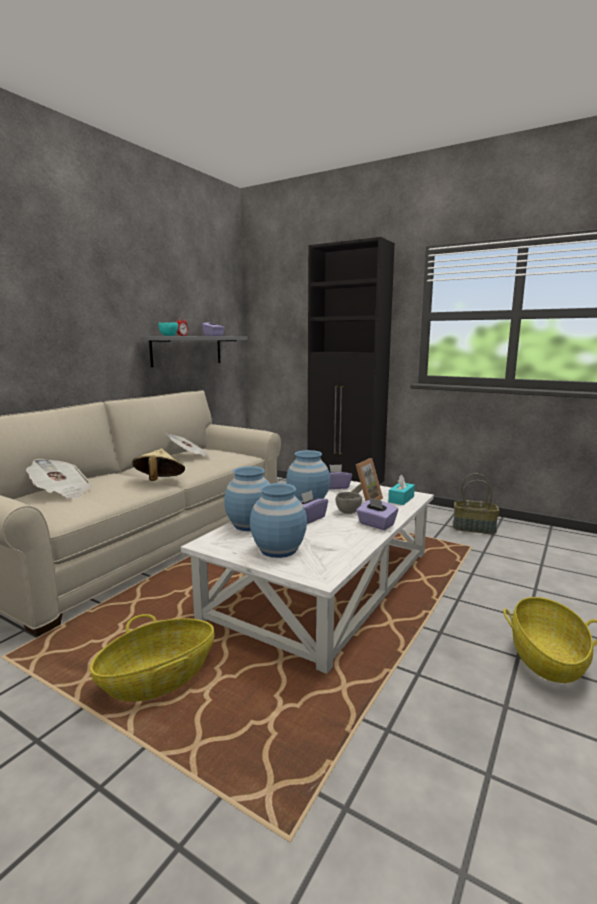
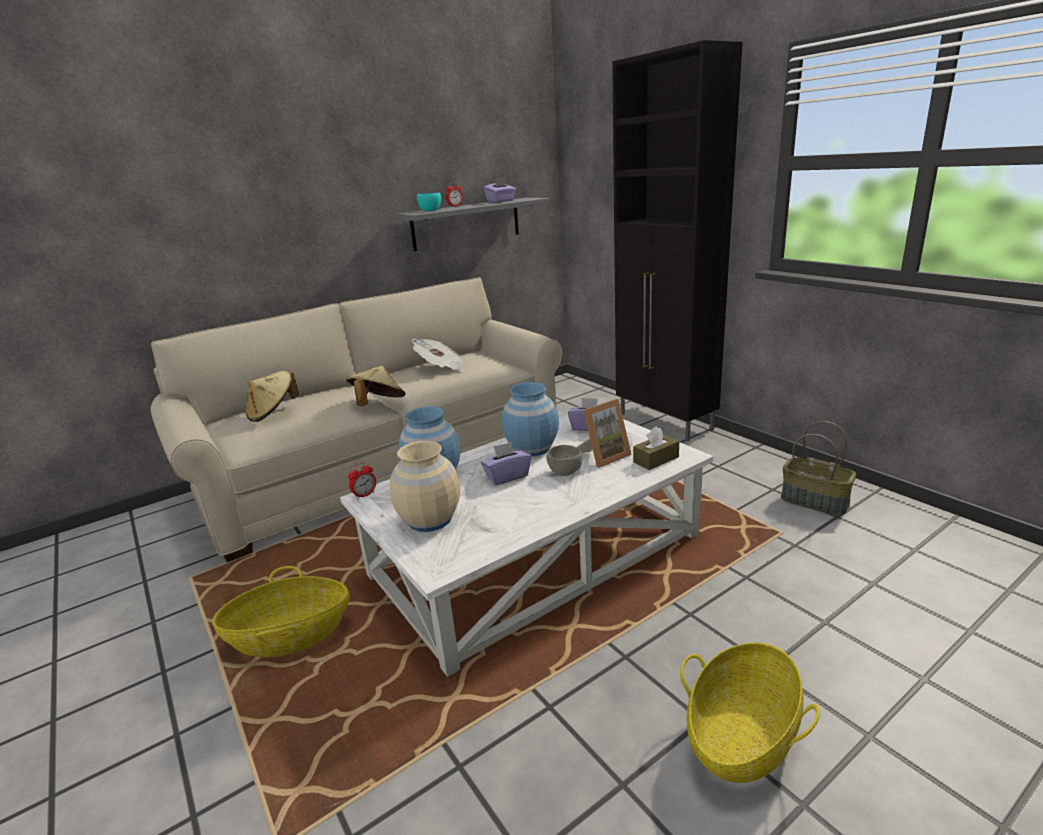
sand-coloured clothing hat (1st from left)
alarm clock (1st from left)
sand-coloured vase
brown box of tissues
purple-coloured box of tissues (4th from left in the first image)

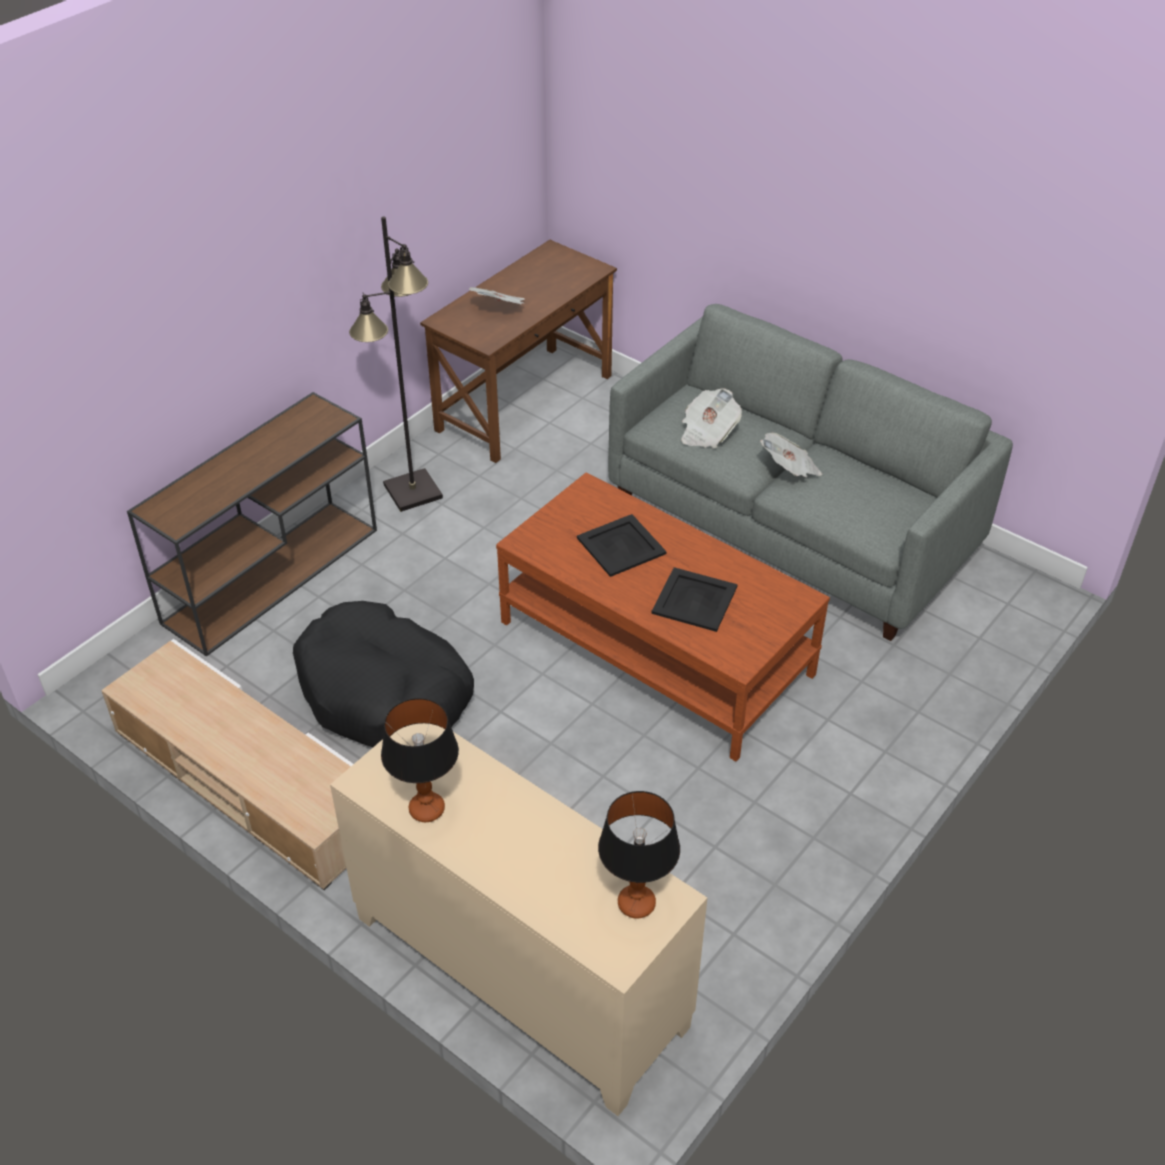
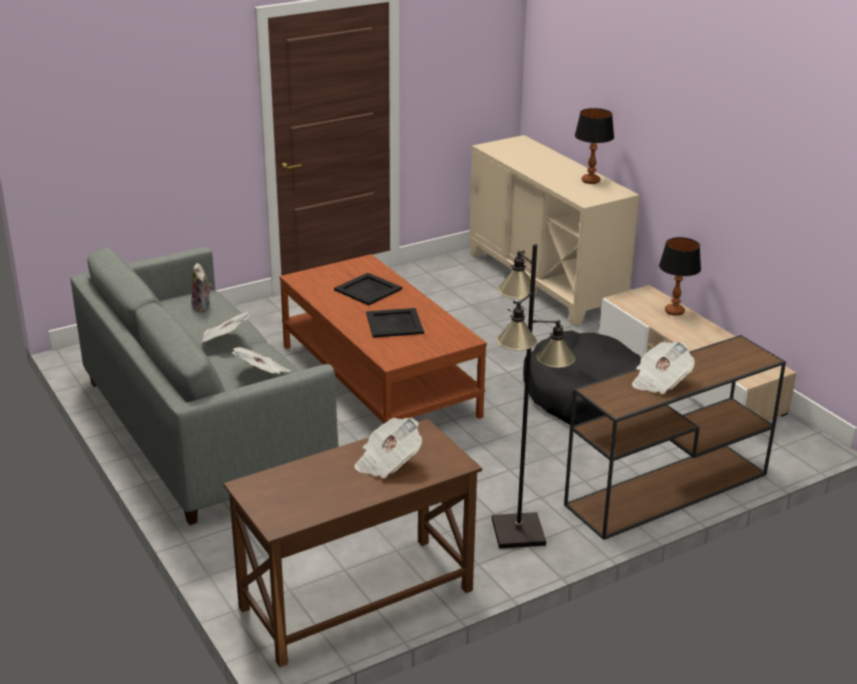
soft toy
daily paper (4th from left)
tabletop lamp (2nd from left)

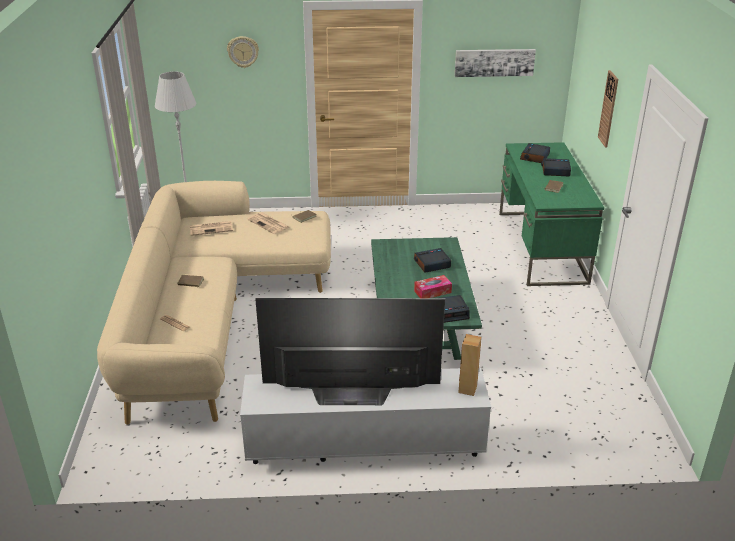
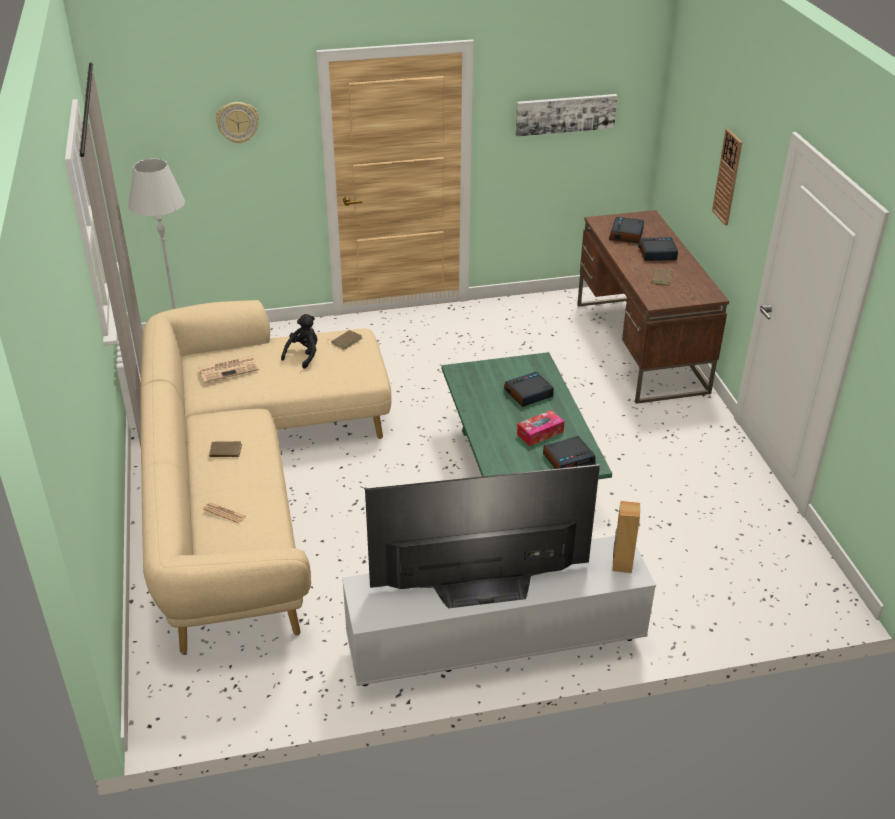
blackish soft toy
brown desk table

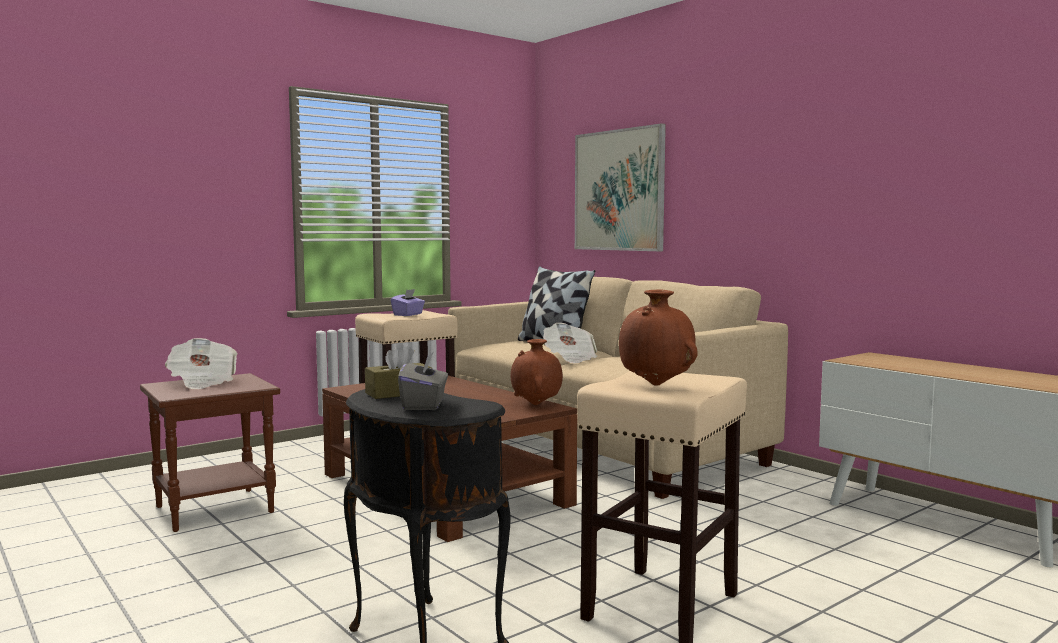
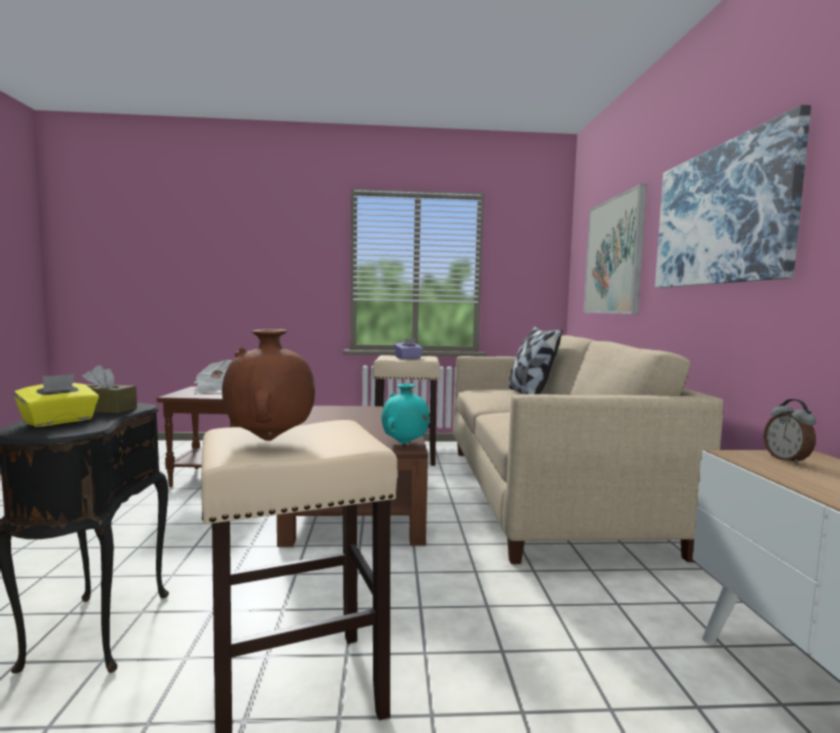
yellowish box of tissues
turquoise-coloured vase
wall art (2nd from left)
alarm clock
daily paper (2nd from left in the first image)

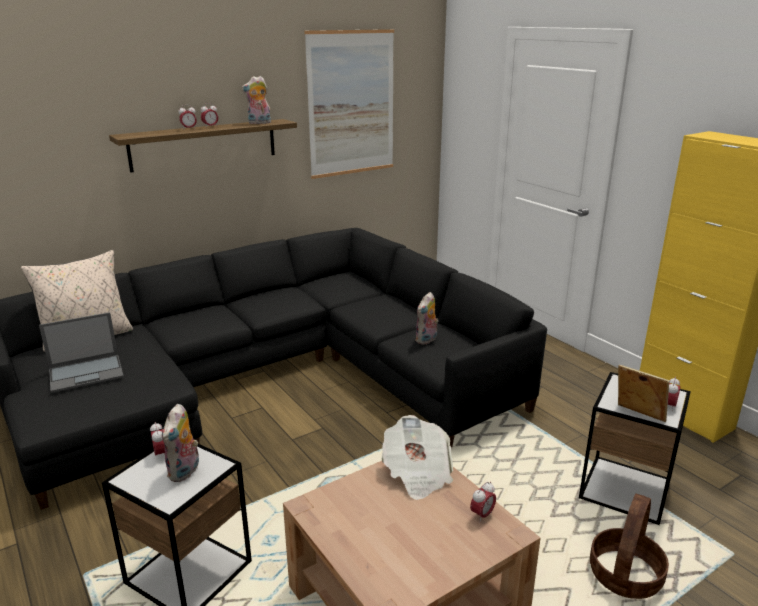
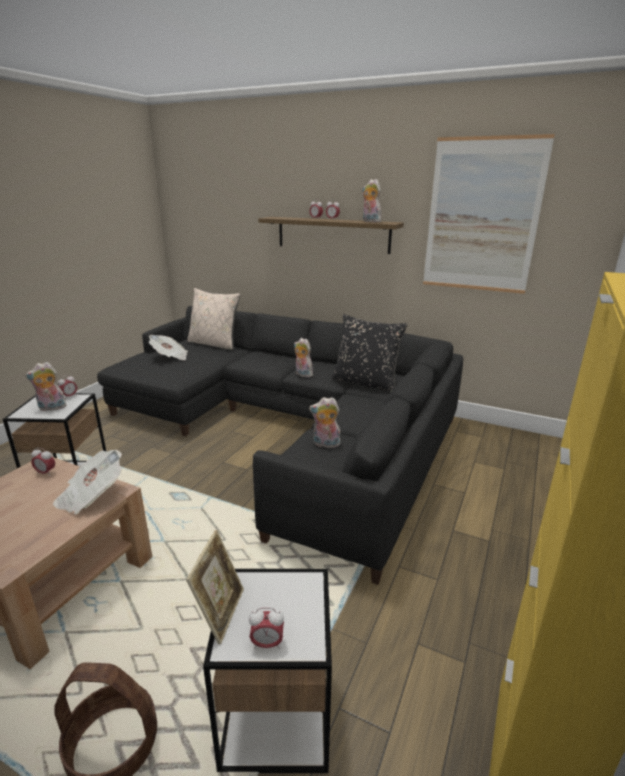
alarm clock (1st from left)
daily paper (2nd from left)
soft toy (2nd from left)
blackish throw pillow

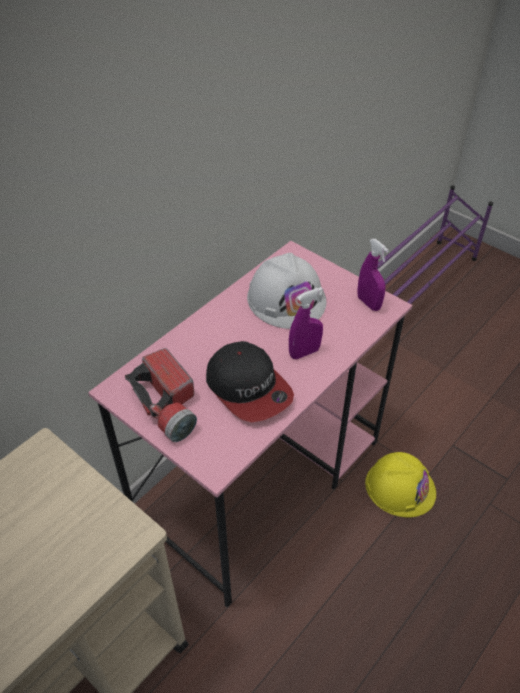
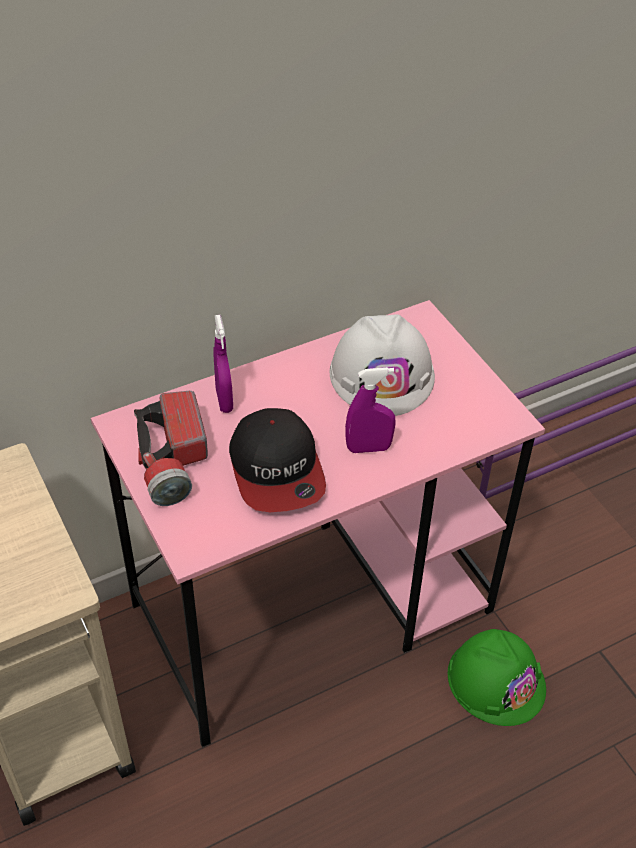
purple-coloured sprayer (1st from left)
green work helmet

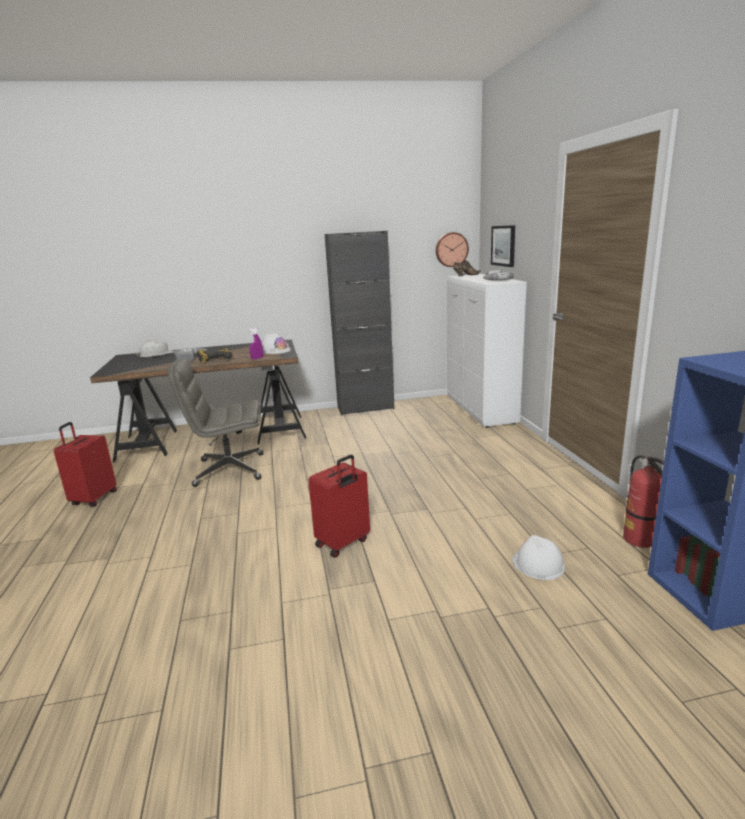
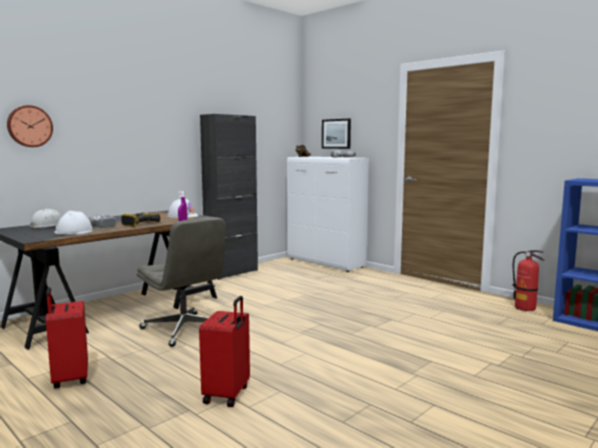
clock on the wall
white work helmet (2nd from left)
greyish desk chair
reddish piece of luggage (2nd from left)

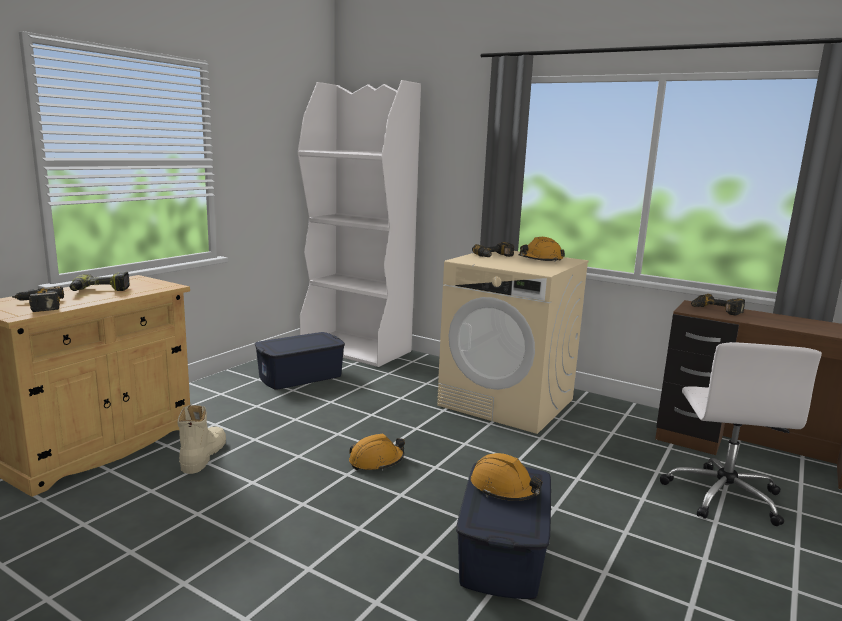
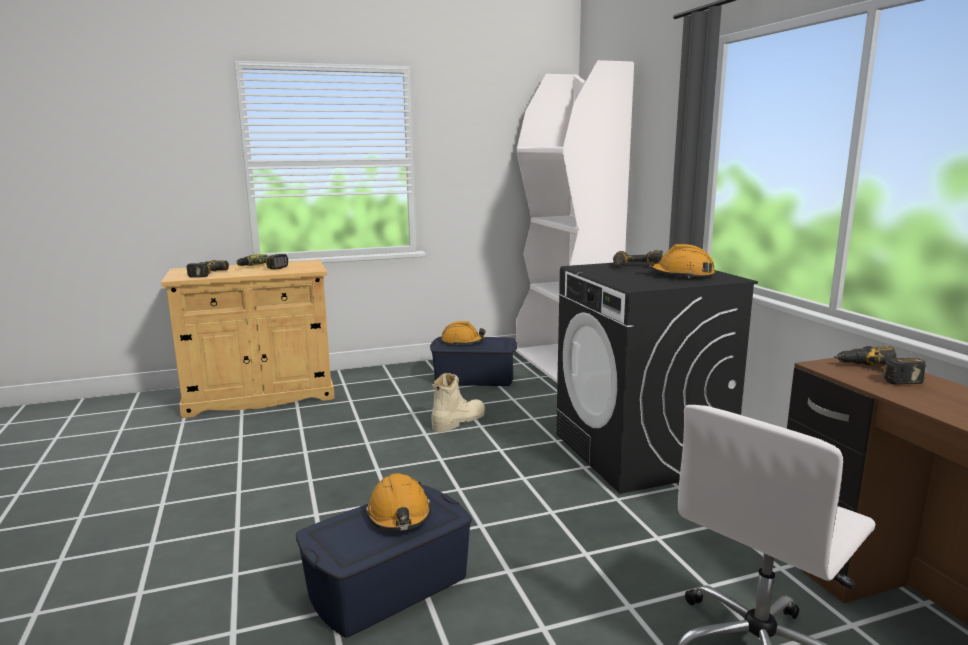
sand-coloured boot
orangey work helmet (2nd from left)
blackish laundry appliance

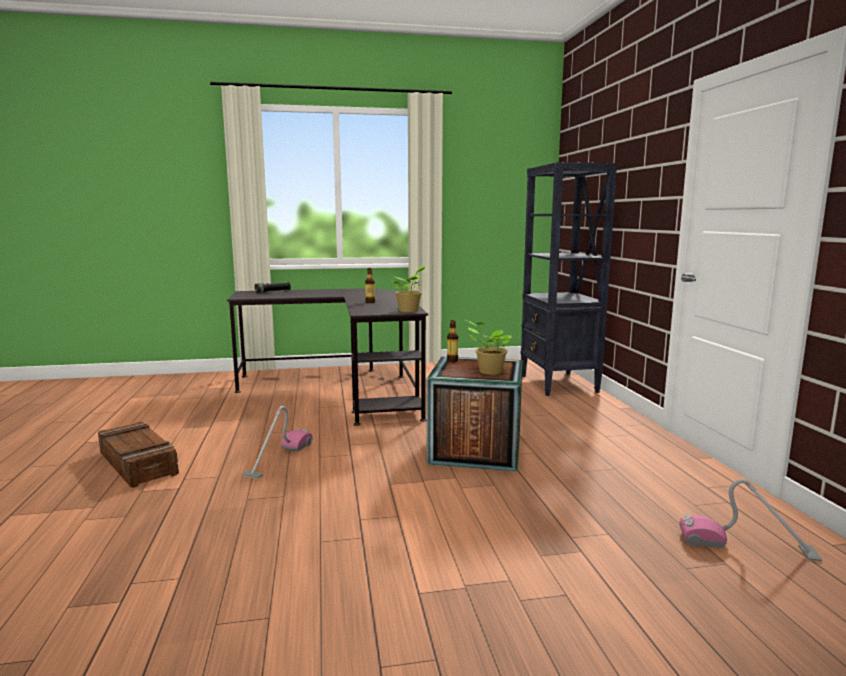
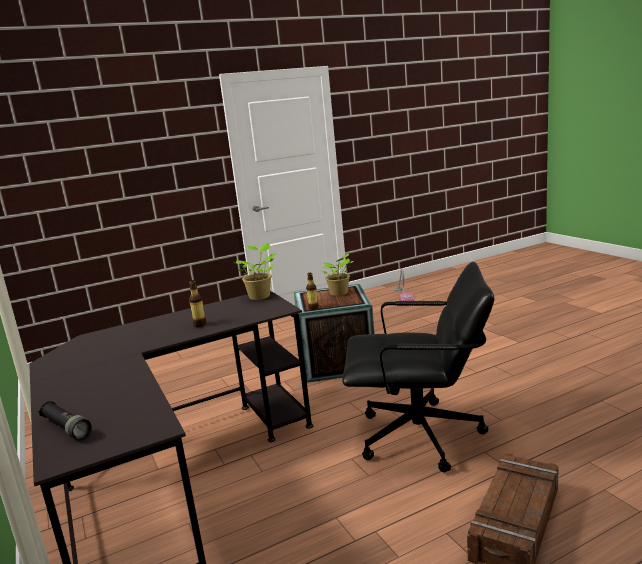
blackish desk chair
blackish bookshelf

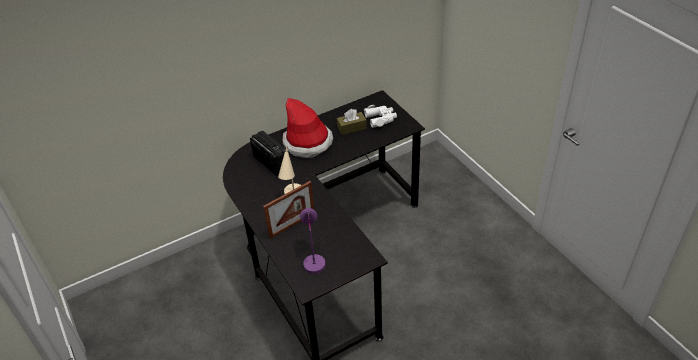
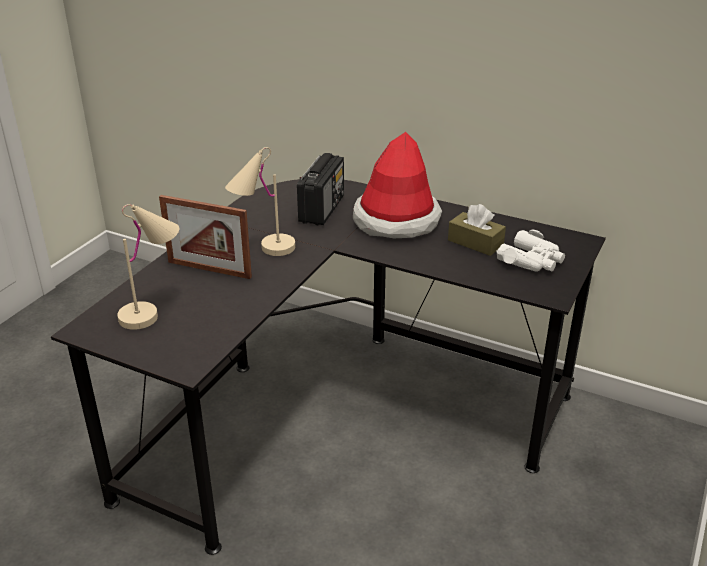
sand-coloured tabletop lamp (1st from left)

